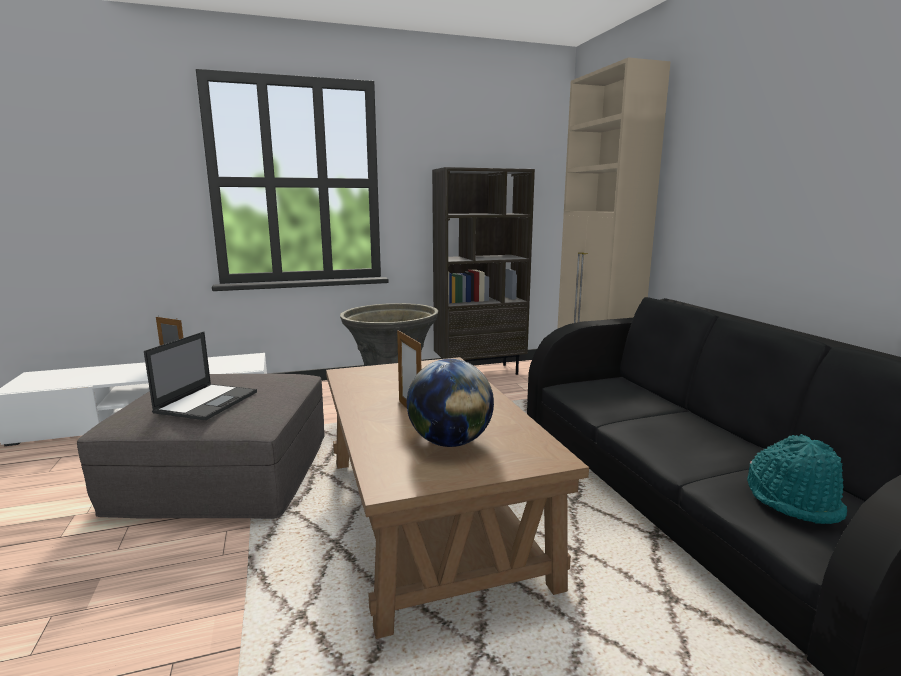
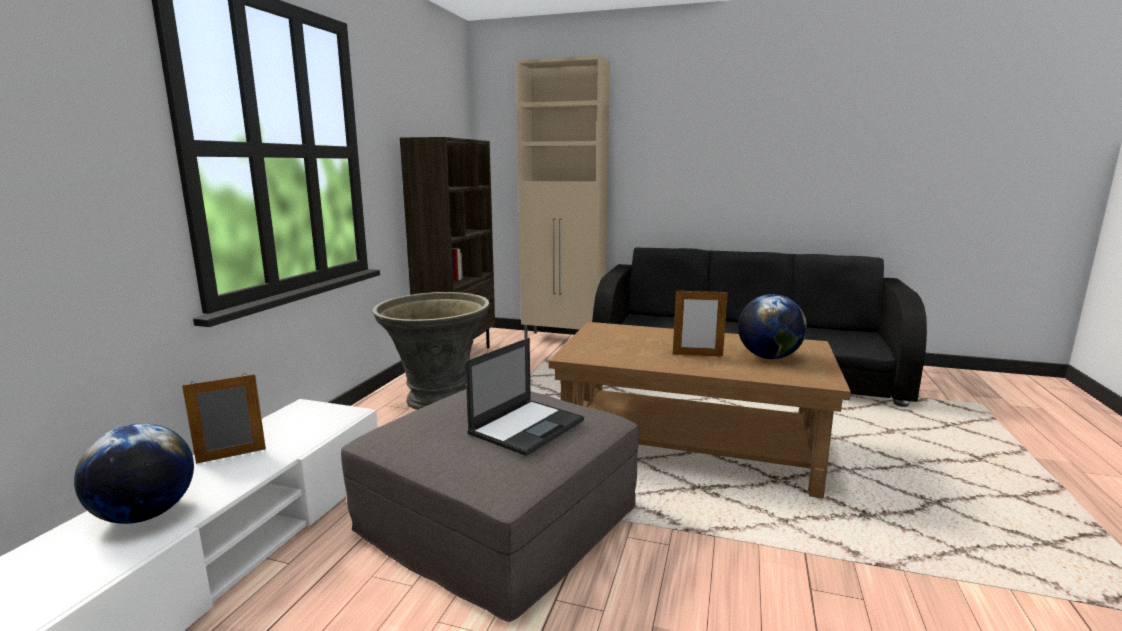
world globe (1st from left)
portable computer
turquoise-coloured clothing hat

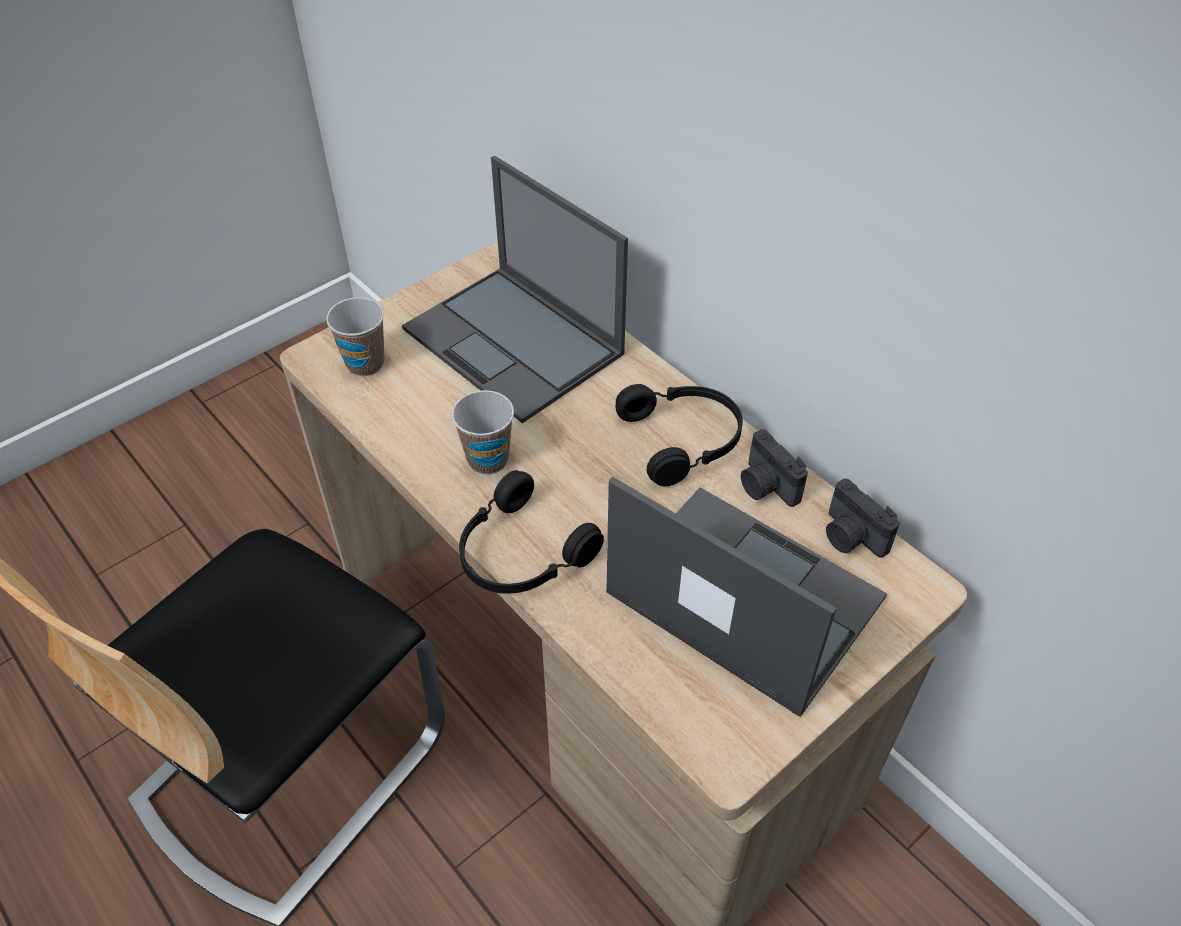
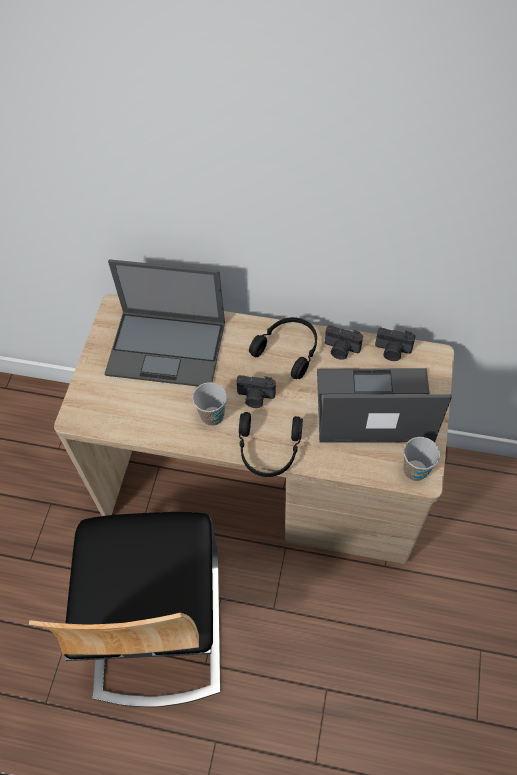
still camera (1st from left)
drinking cup (2nd from left)

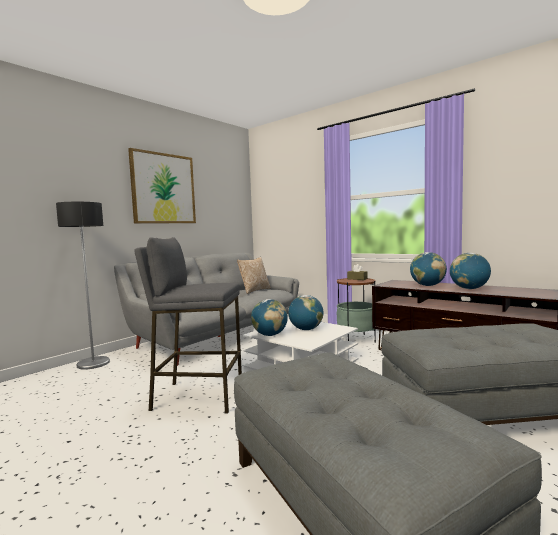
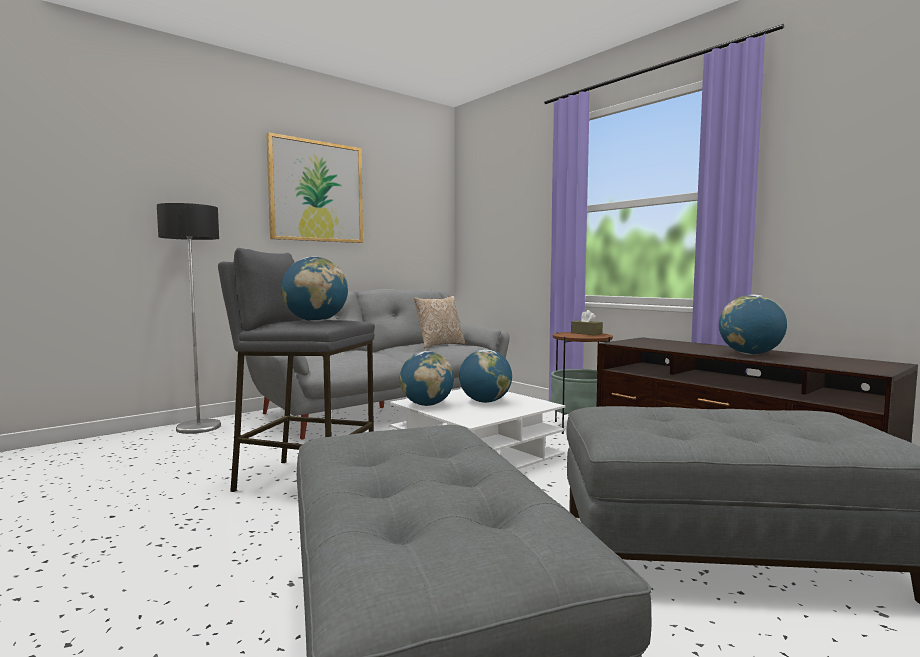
world globe (1st from left)

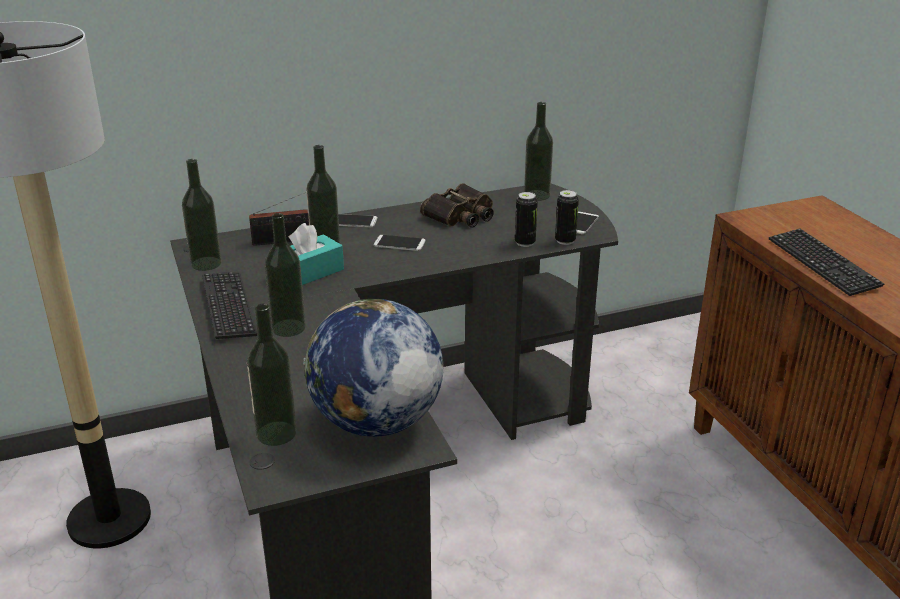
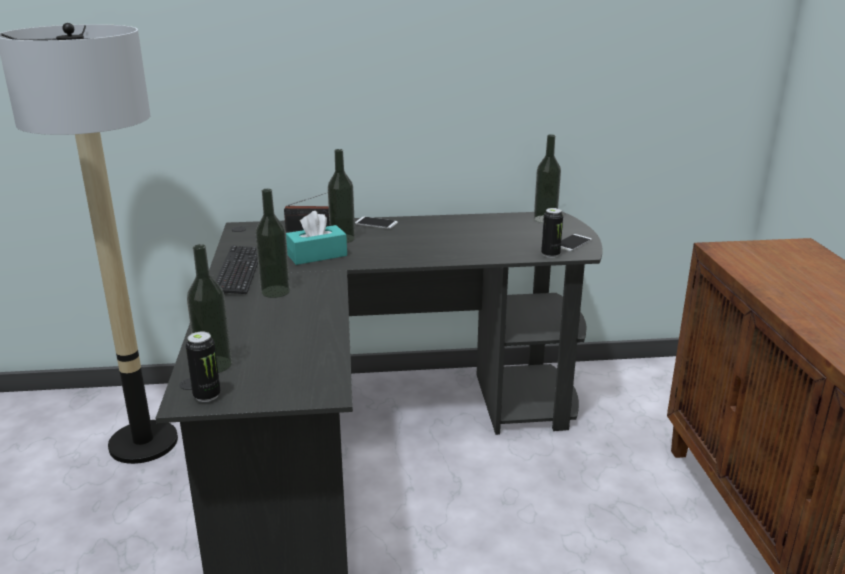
sealed can (1st from left)
beverage bottle (1st from left in the first image)
world globe
telephone (2nd from left in the first image)
pair of binoculars
keyboard (2nd from left in the first image)

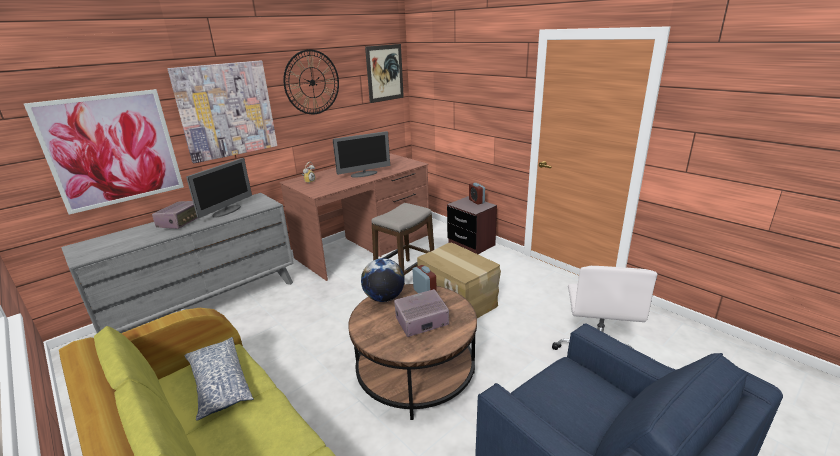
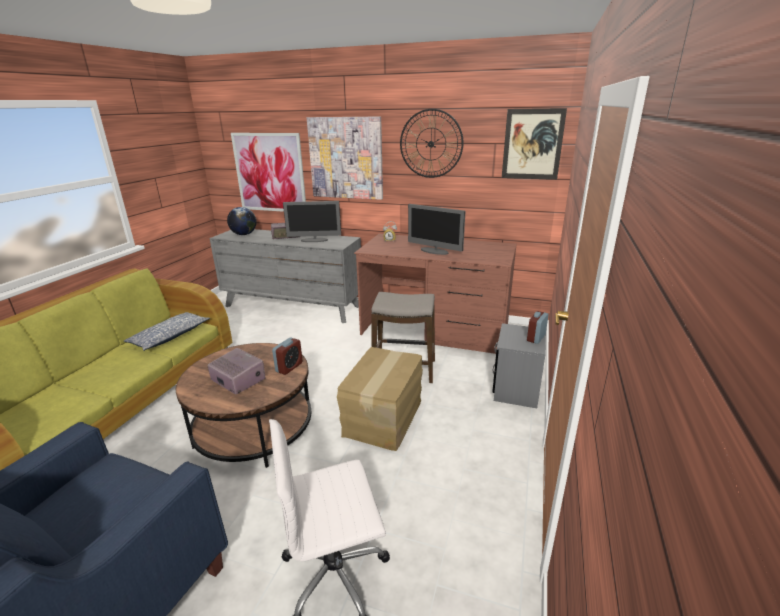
world globe
greyish night table

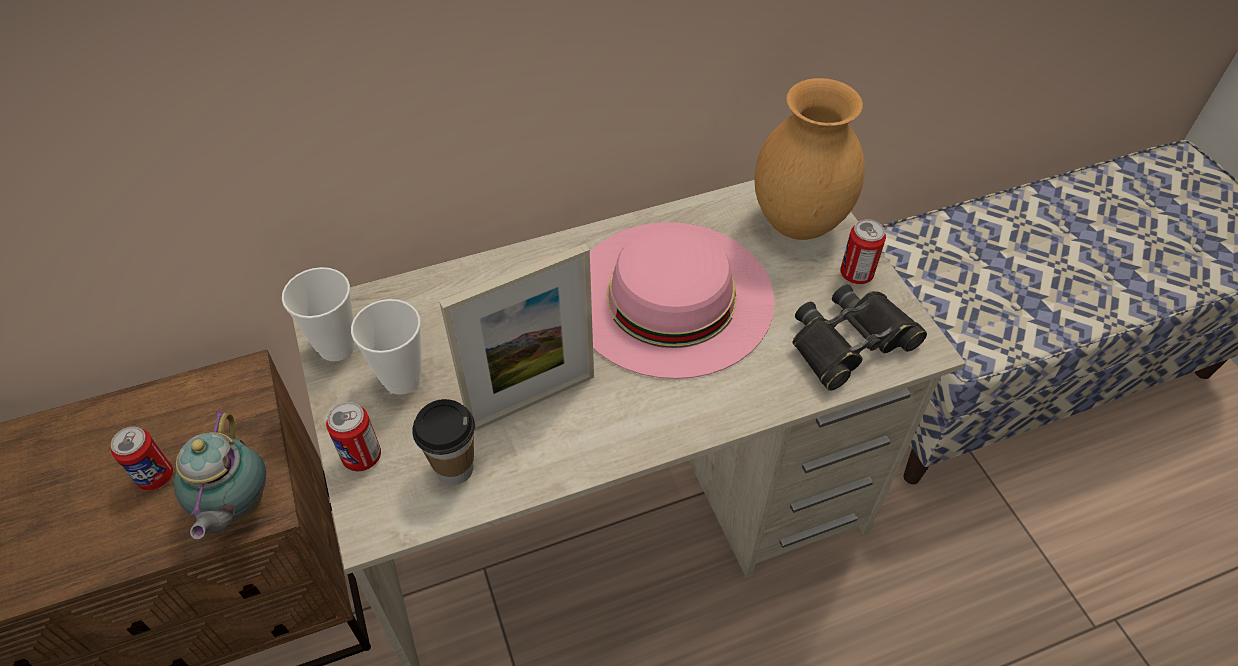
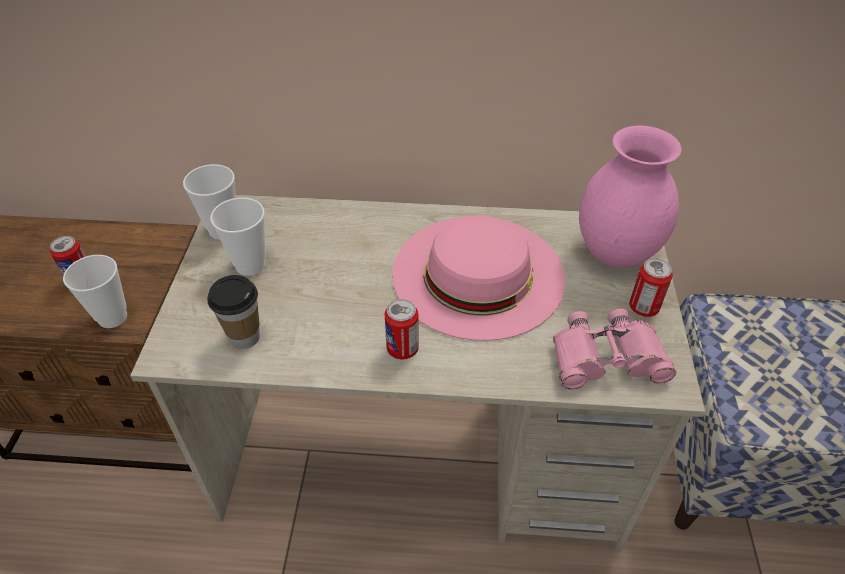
drinking cup (1st from left)
sealed can (2nd from left)
pinkish pair of binoculars
pinkish vase
photo frame

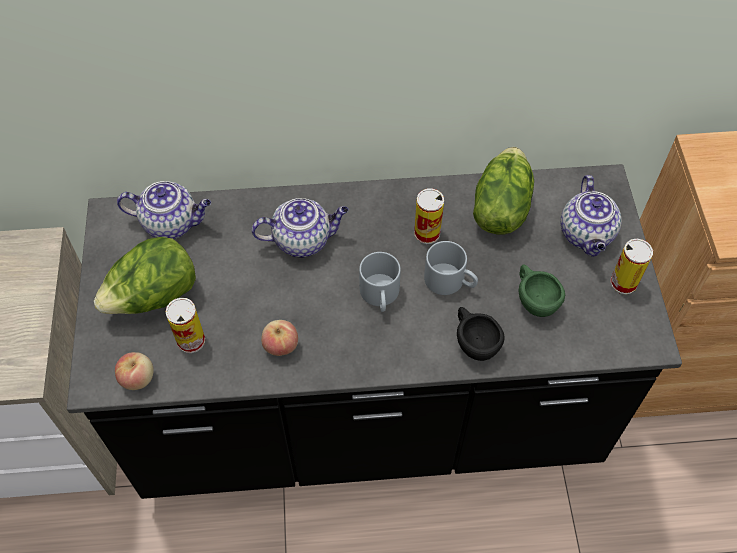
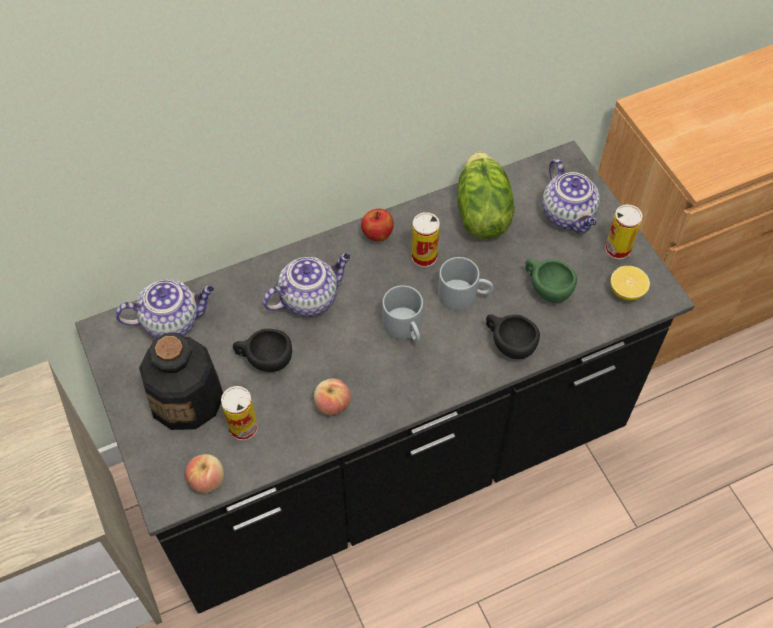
beverage bottle
blackish drinking cup (1st from left)
apple fruit (3rd from left)
lemon

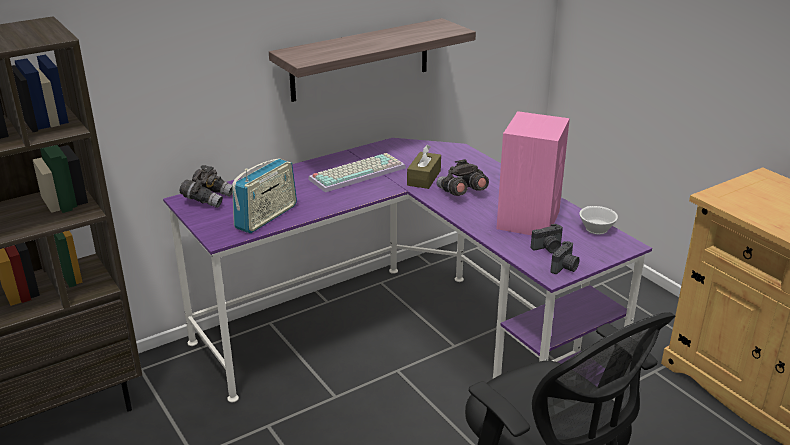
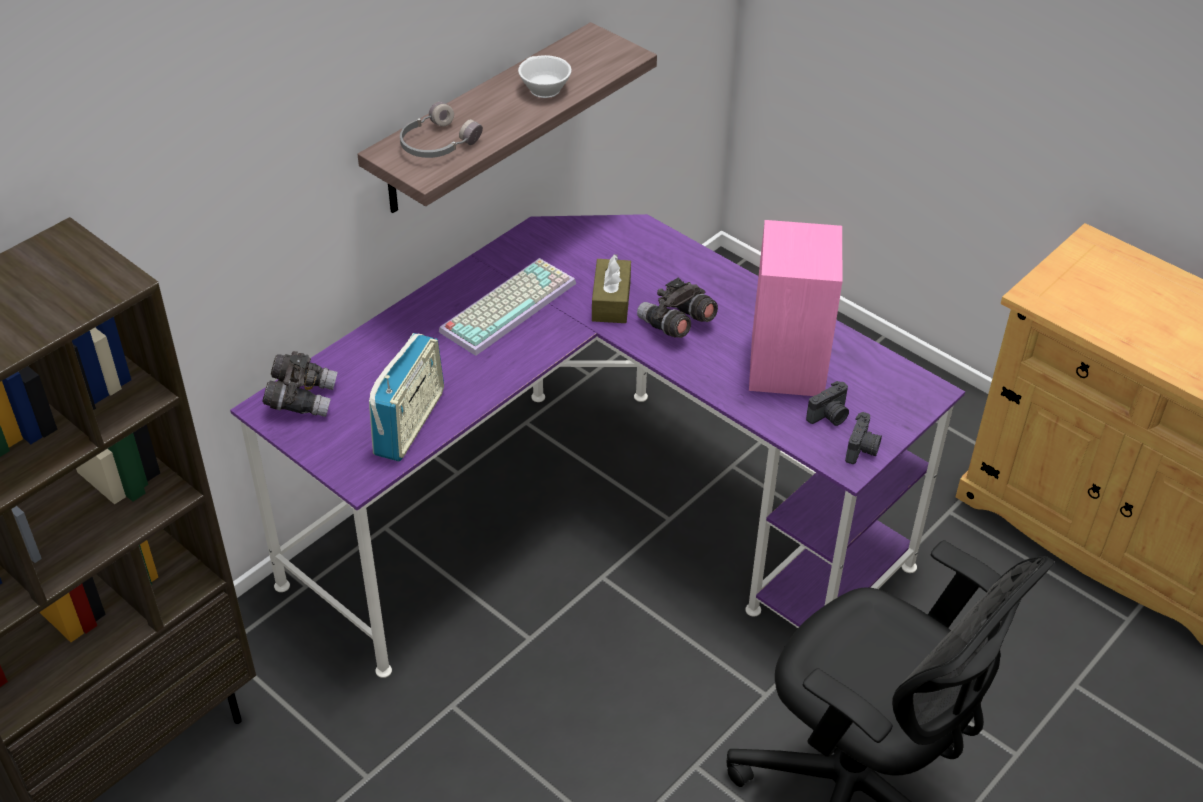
greyish pair of headphones
white drinking cup

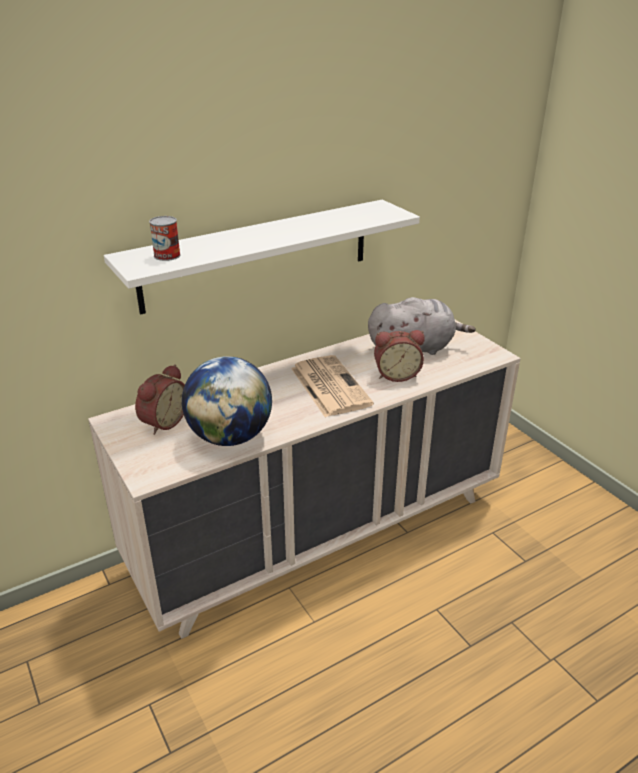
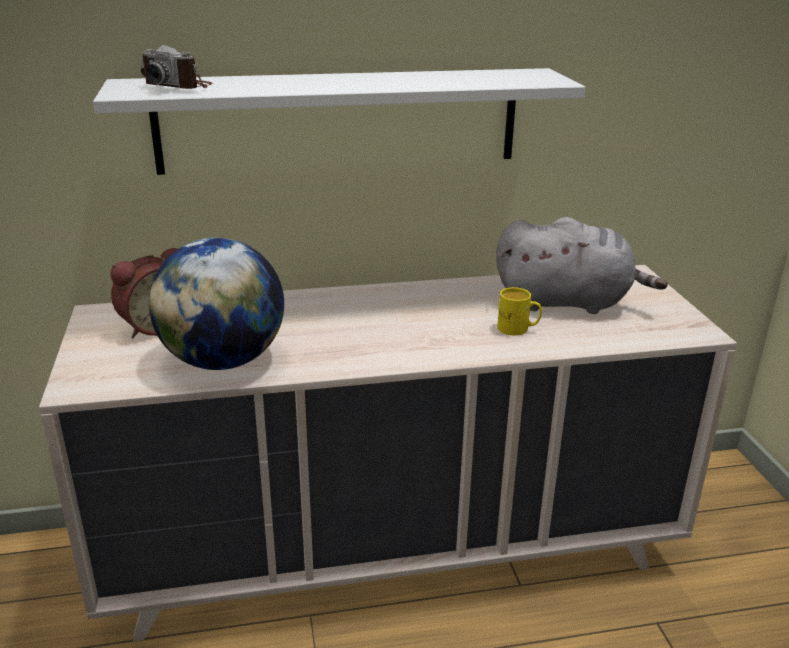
still camera
yellowish coffee mug
daily paper

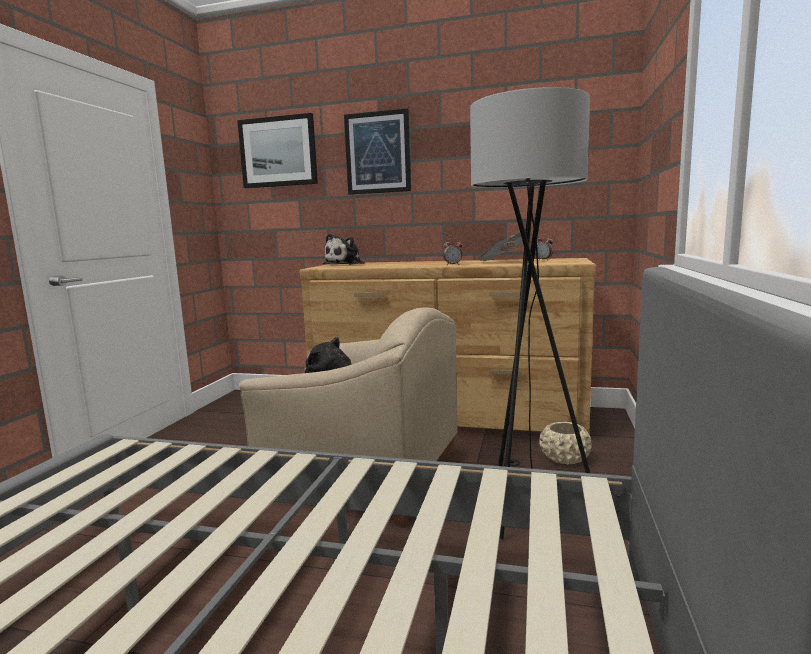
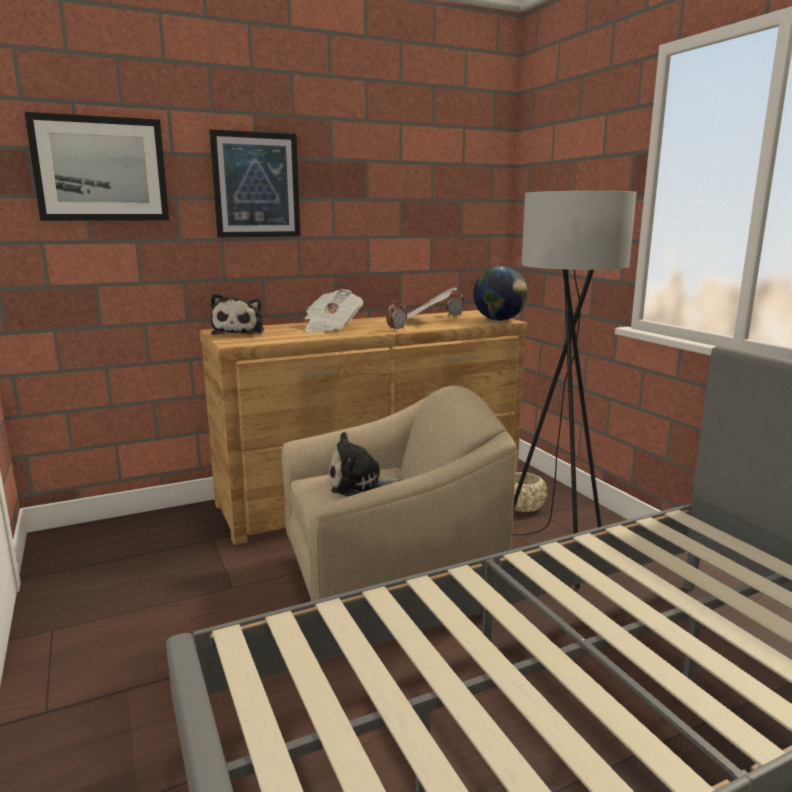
daily paper (1st from left)
world globe

